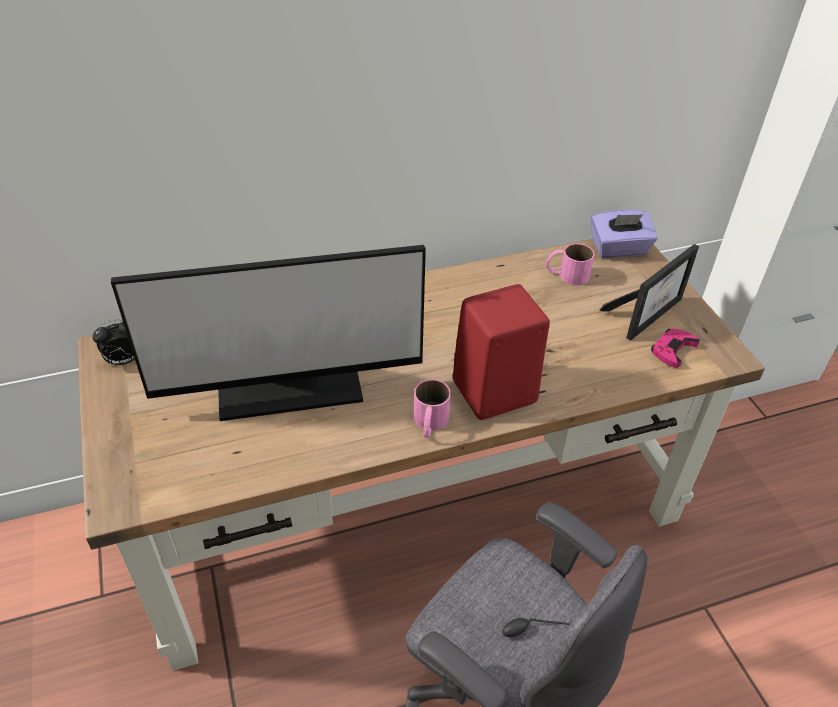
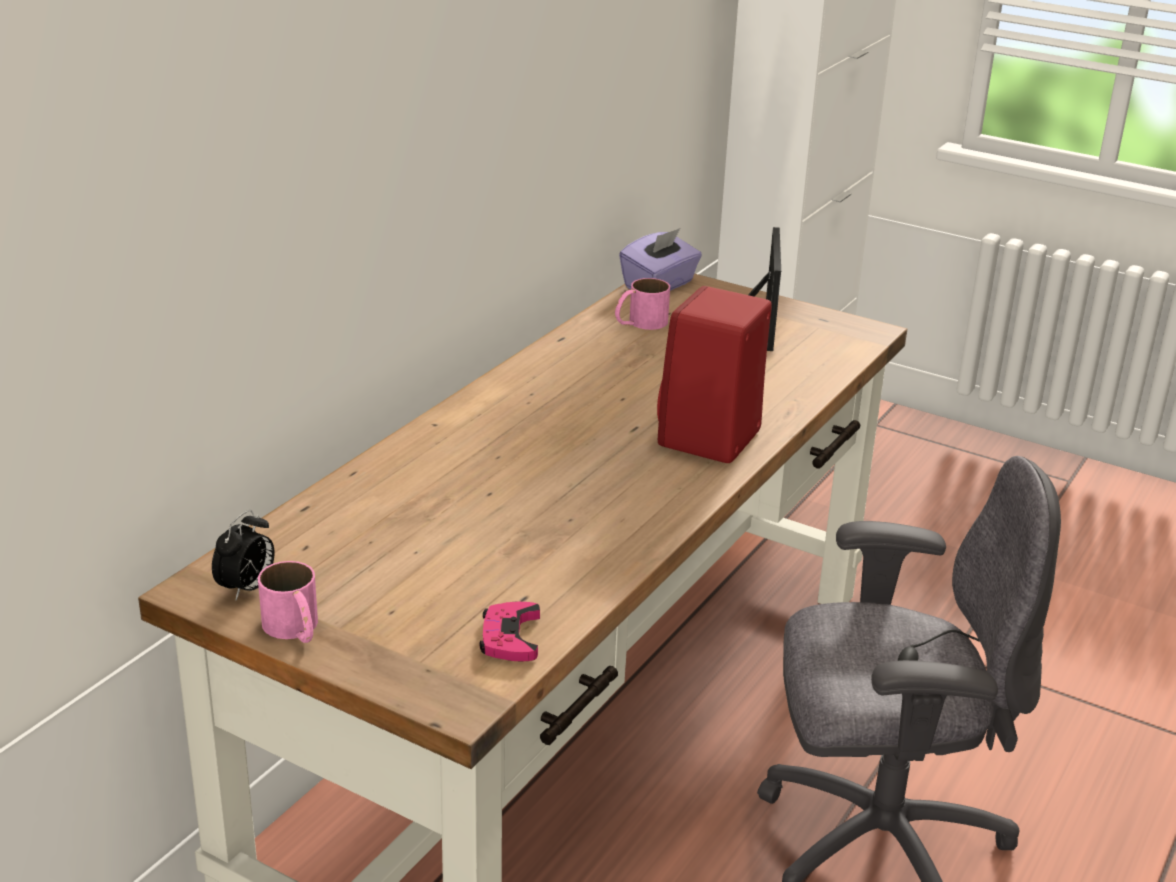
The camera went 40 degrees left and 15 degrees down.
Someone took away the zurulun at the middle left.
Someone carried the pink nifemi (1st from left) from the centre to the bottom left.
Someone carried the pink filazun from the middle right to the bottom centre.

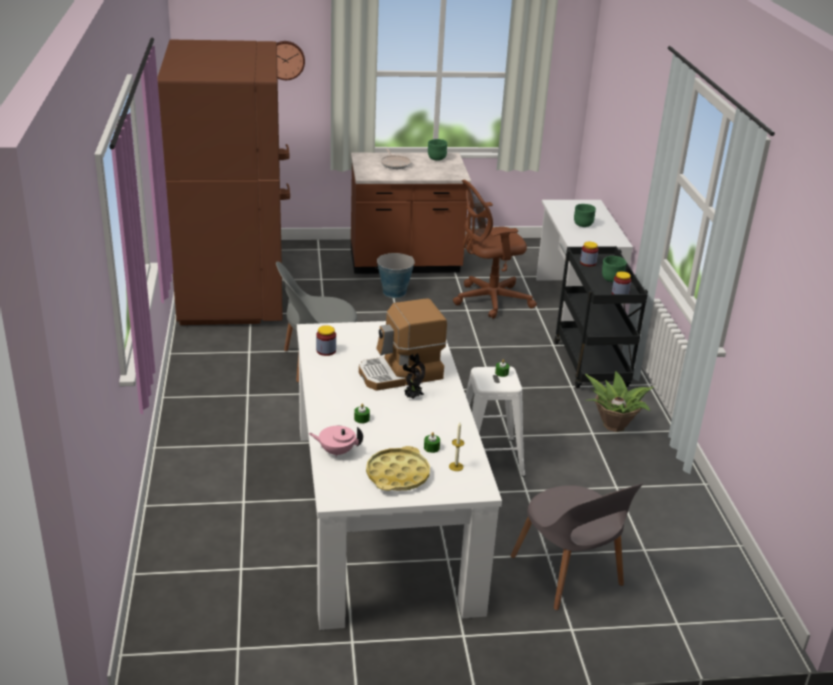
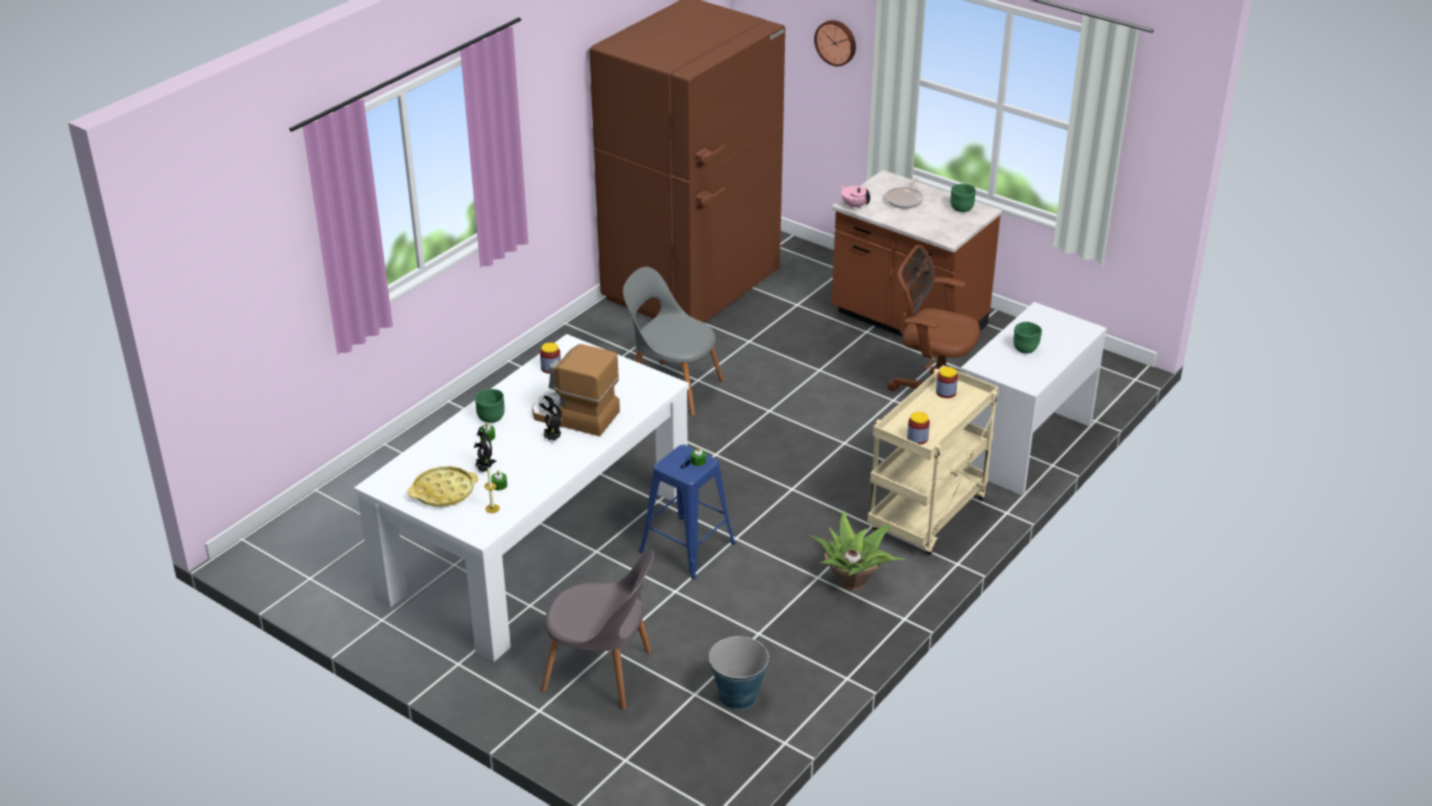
The camera went 45 degrees right and 5 degrees up.
Someone carried the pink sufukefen from the centre to the top centre.
Someone carried the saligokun from the centre to the bottom centre.
Someone repainted the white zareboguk at the centre, which became the blue zareboguk at the centre.
Someone rotated the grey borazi (2nd from left in the first image) at the bottom right by 90 degrees counterclockwise.
Someone repainted the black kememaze at the middle right, which became the beige kememaze at the centre.
Someone carried the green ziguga (3rd from left in the first image) from the middle right to the centre.
Someone put down the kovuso (1st from left) at the centre.

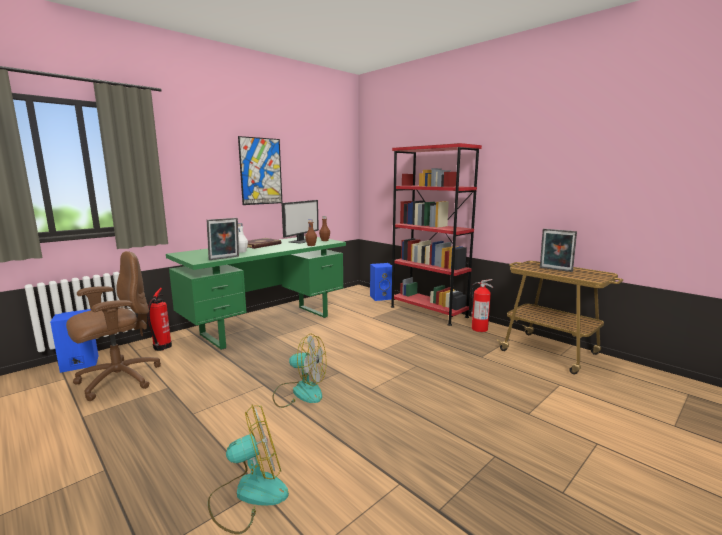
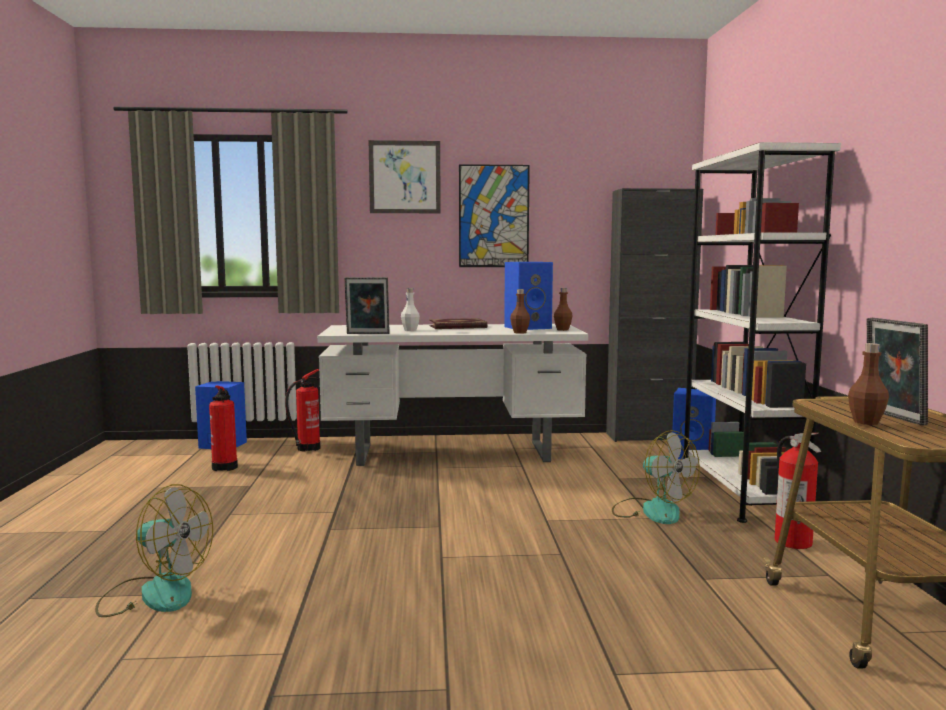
The camera went 40 degrees right and 5 degrees down.
Someone swapped the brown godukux at the middle left for the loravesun (1st from left) at the middle left.
Someone repainted the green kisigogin at the centre, which became the white kisigogin at the centre.
Someone carried the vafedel (2nd from left) from the bottom centre to the bottom right.
Someone swapped the zurulun at the centre for the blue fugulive (2nd from left) at the centre.
Someone repainted the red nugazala at the centre, which became the white nugazala at the middle right.
Someone put up the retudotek (1st from left) at the top centre.
Someone put down the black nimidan at the middle right.
Someone put down the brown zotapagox (3rd from left) at the middle right.

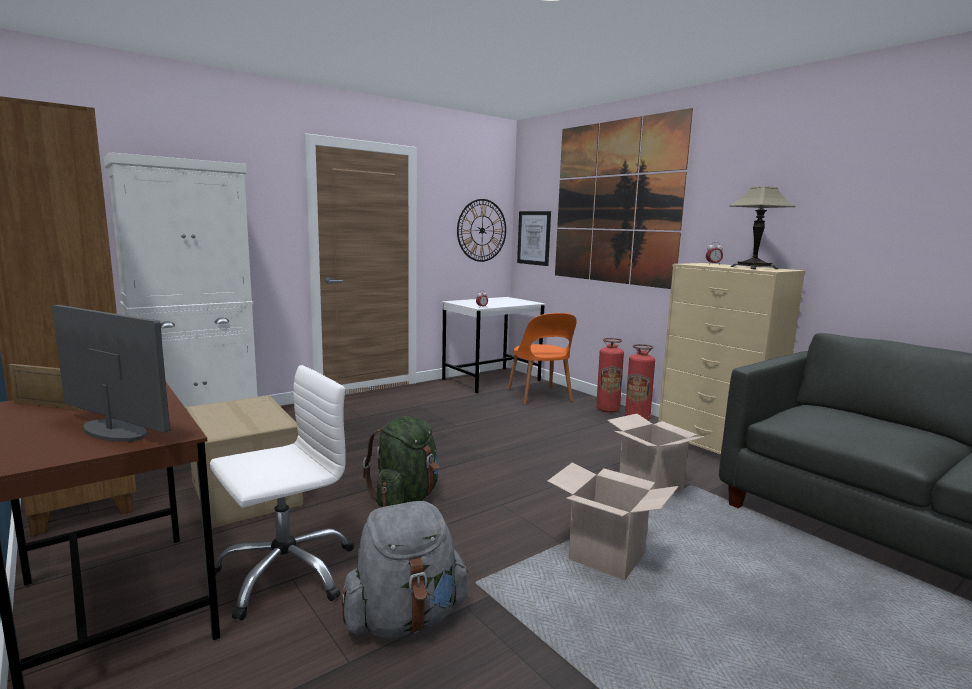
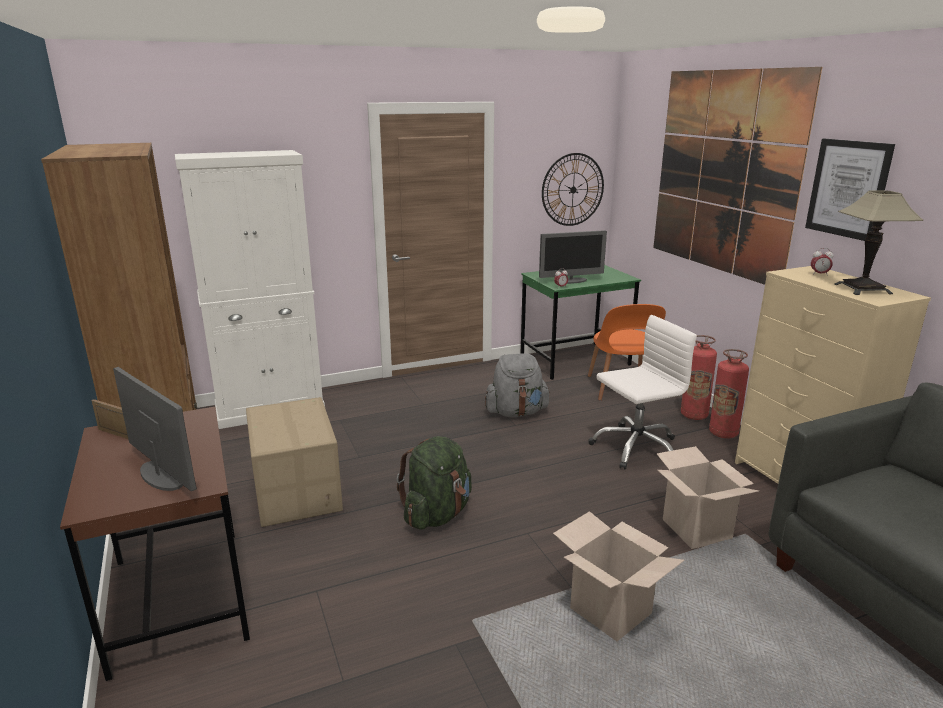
The camera went 15 degrees right and 10 degrees up.
Someone carried the white godukux from the bottom left to the middle right.
Someone carried the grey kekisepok from the bottom centre to the centre.
Someone repainted the white kisigogin at the centre, which became the green kisigogin at the centre.
Someone carried the retudotek (1st from left in the first image) from the centre to the top right.
Someone put down the zurulun (2nd from left) at the centre.

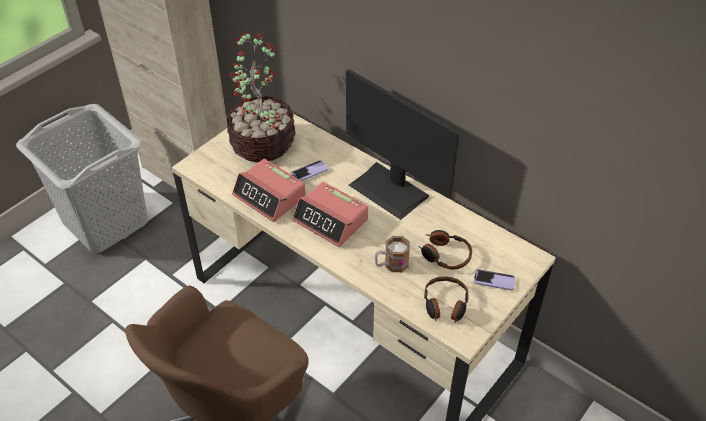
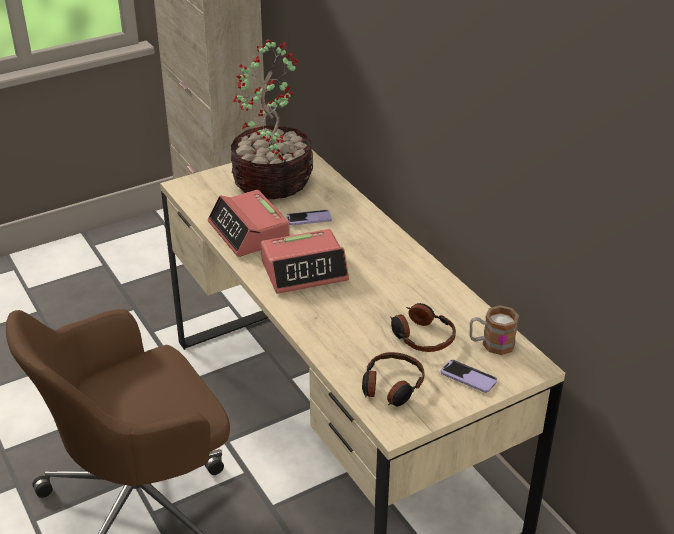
The camera went 20 degrees right and 10 degrees down.
Someone took away the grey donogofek at the middle left.
Someone rotated the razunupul (2nd from left) at the centre by 75 degrees counterclockwise.
Someone took away the zurulun at the centre.
Someone carried the nifemi from the centre to the middle right.

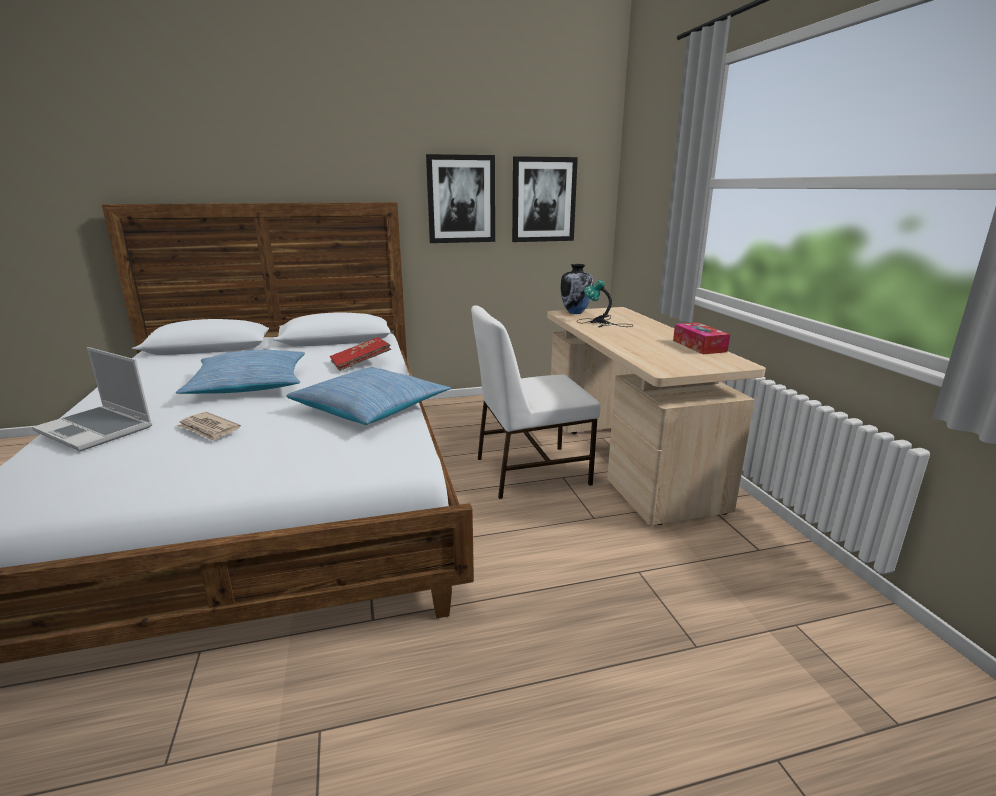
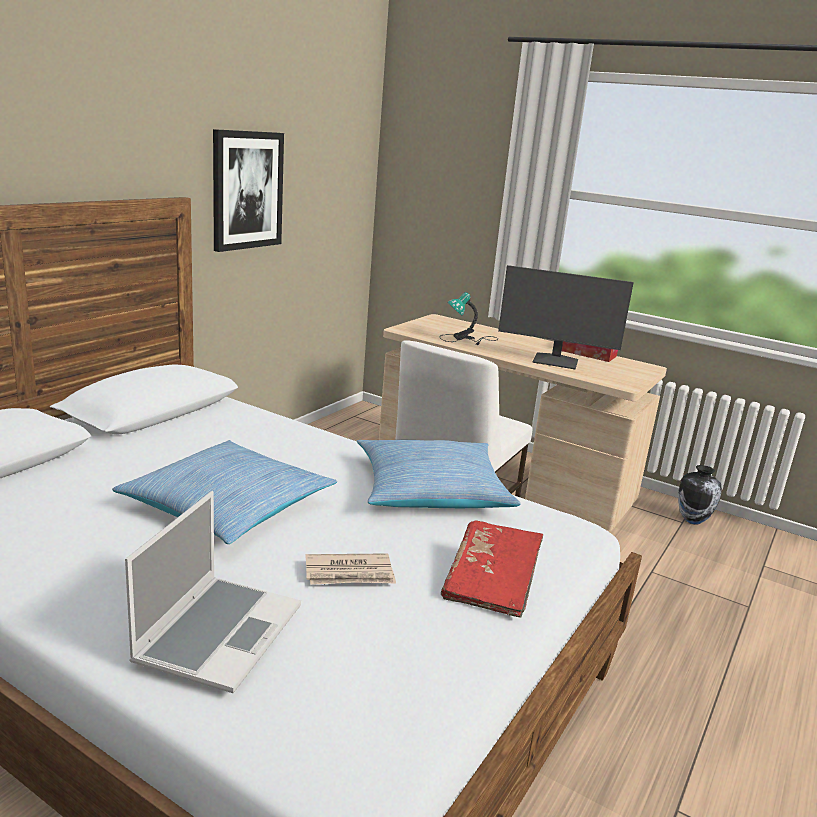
The camera went 45 degrees left and 0 degrees up.
Someone rotated the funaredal at the middle left by 60 degrees counterclockwise.
Someone carried the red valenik from the centre to the bottom centre.
Someone took away the retudotek (2nd from left) at the top centre.
Someone carried the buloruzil from the centre to the middle right.
Someone put down the zurulun at the middle right.

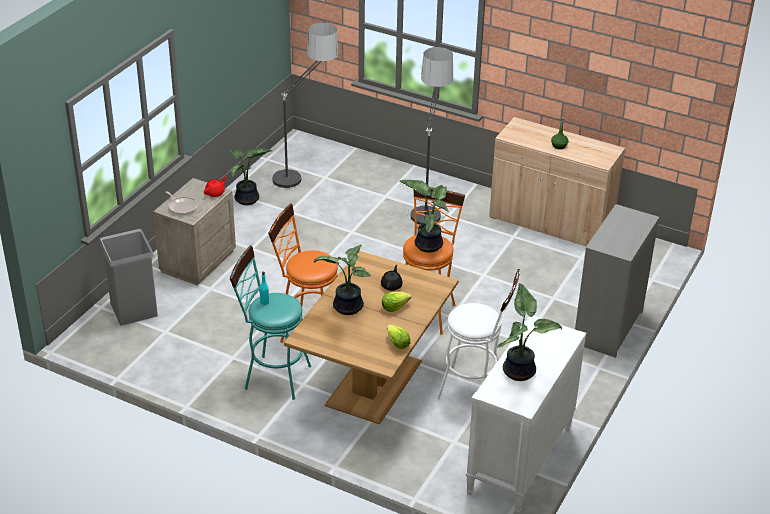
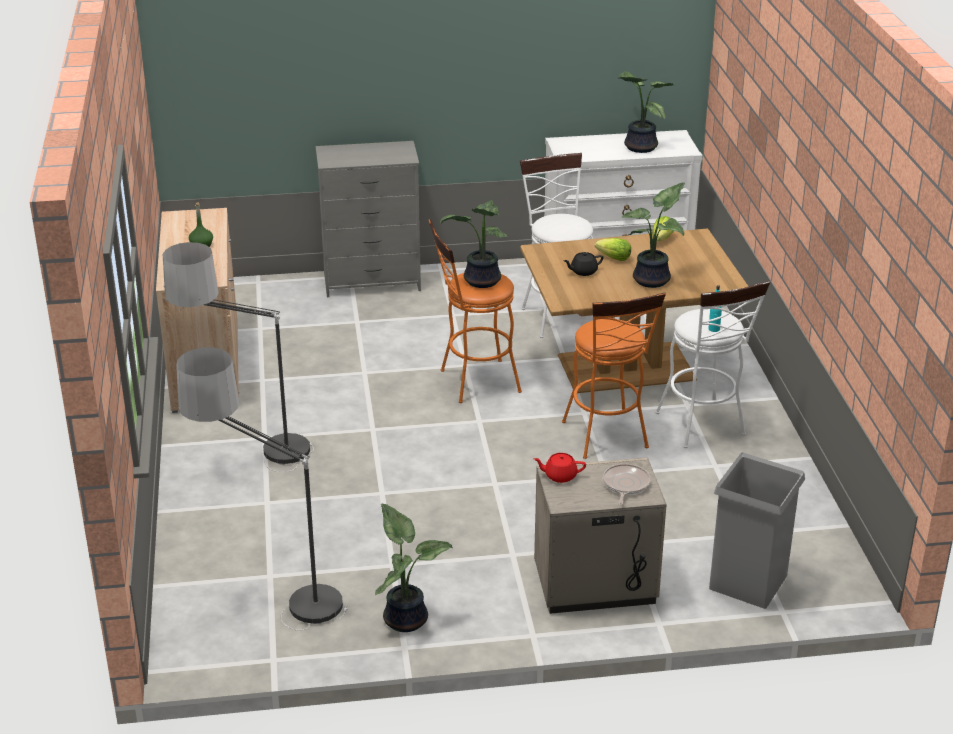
The camera went 125 degrees left and 5 degrees down.
Someone repainted the turquoise zareboguk at the centre, which became the white zareboguk (2nd from left) at the middle right.

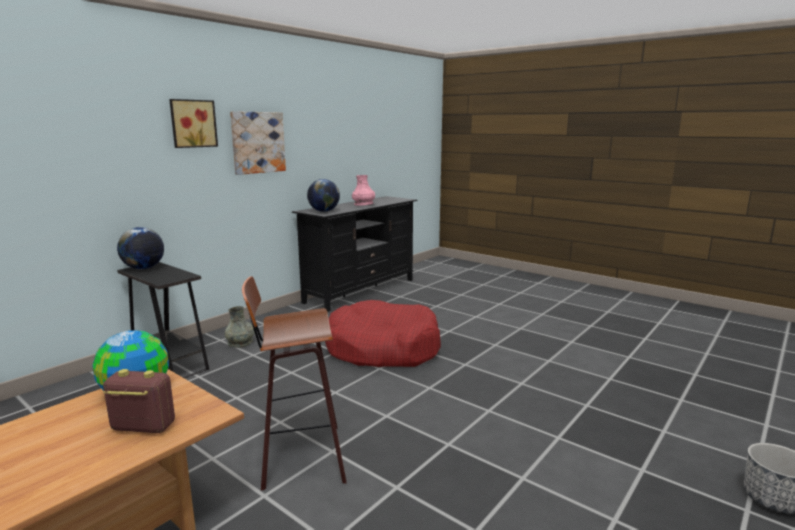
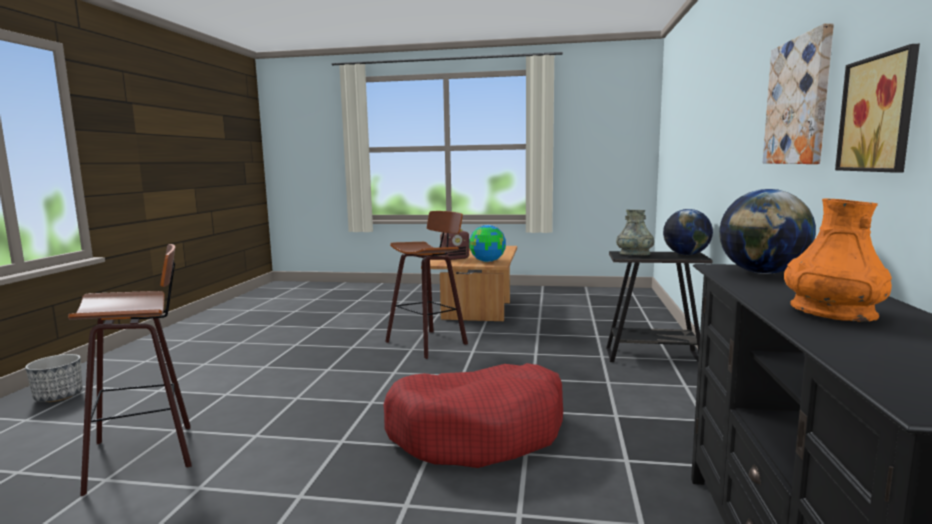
The camera went 150 degrees right and 5 degrees down.
Someone carried the retudotek (1st from left in the first image) from the top left to the top right.
Someone carried the grey buloruzil from the middle left to the middle right.
Someone repainted the pink buloruzil at the centre, which became the orange buloruzil at the middle right.
Someone put down the zareboguk (1st from left) at the bottom left.

